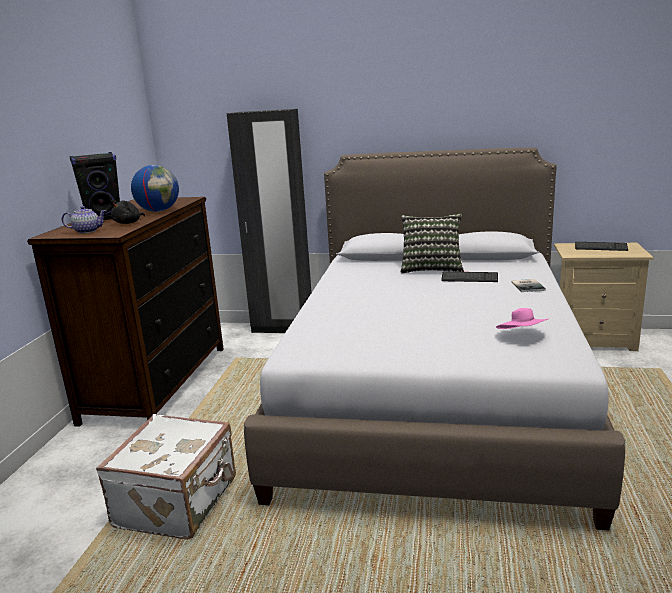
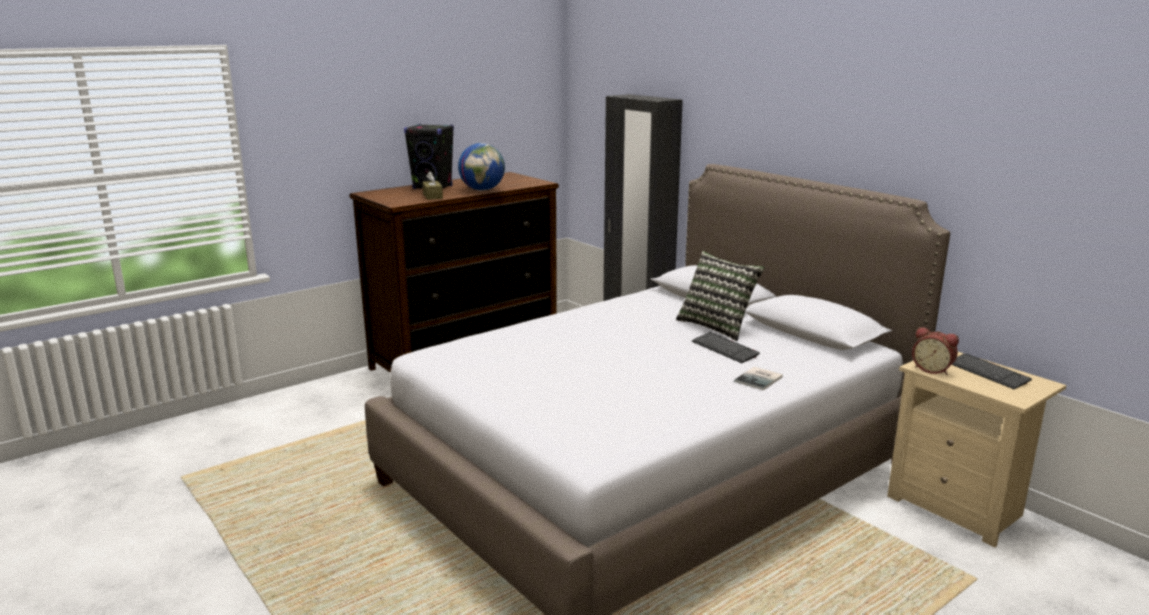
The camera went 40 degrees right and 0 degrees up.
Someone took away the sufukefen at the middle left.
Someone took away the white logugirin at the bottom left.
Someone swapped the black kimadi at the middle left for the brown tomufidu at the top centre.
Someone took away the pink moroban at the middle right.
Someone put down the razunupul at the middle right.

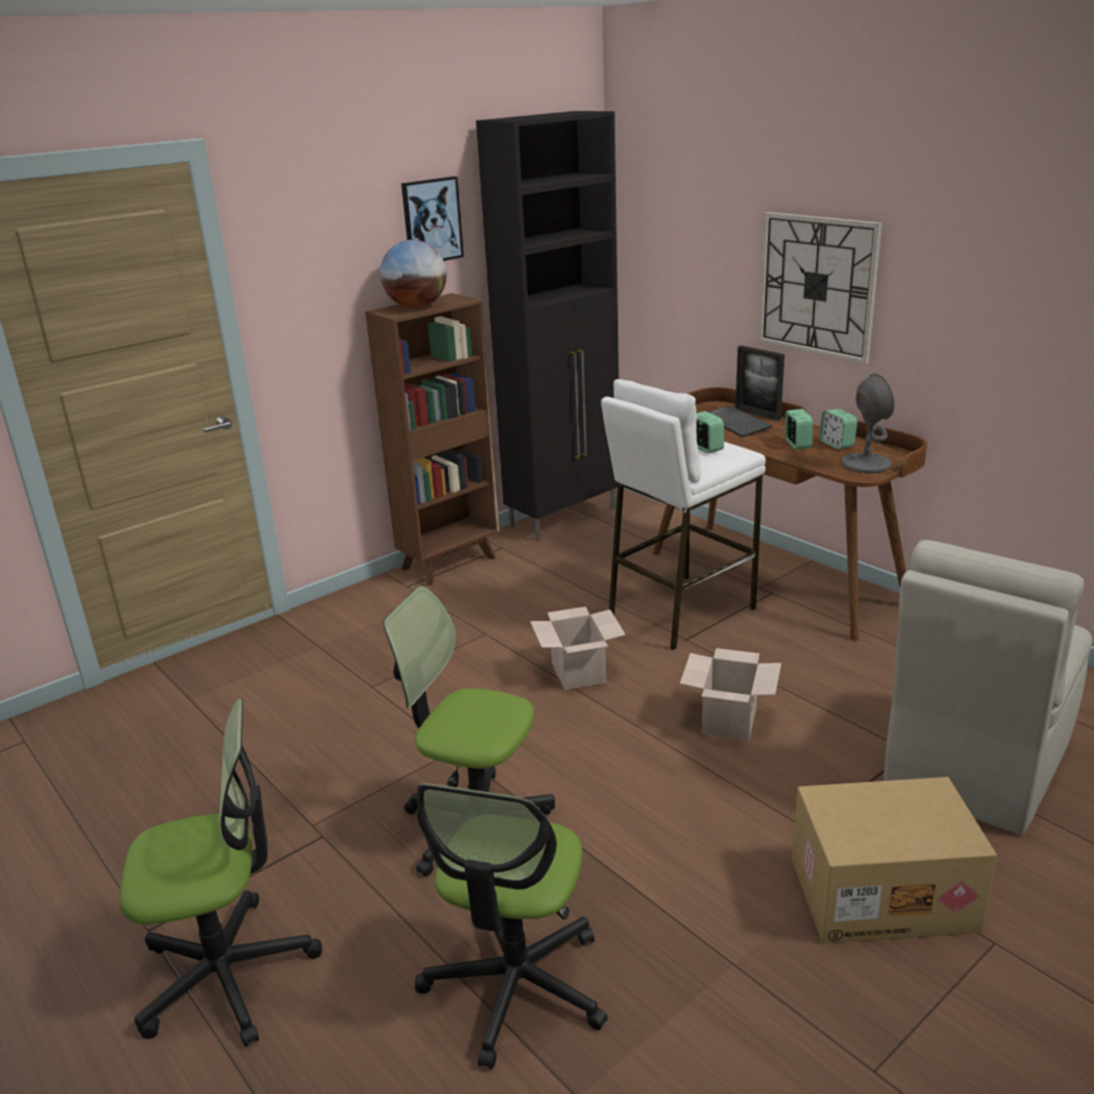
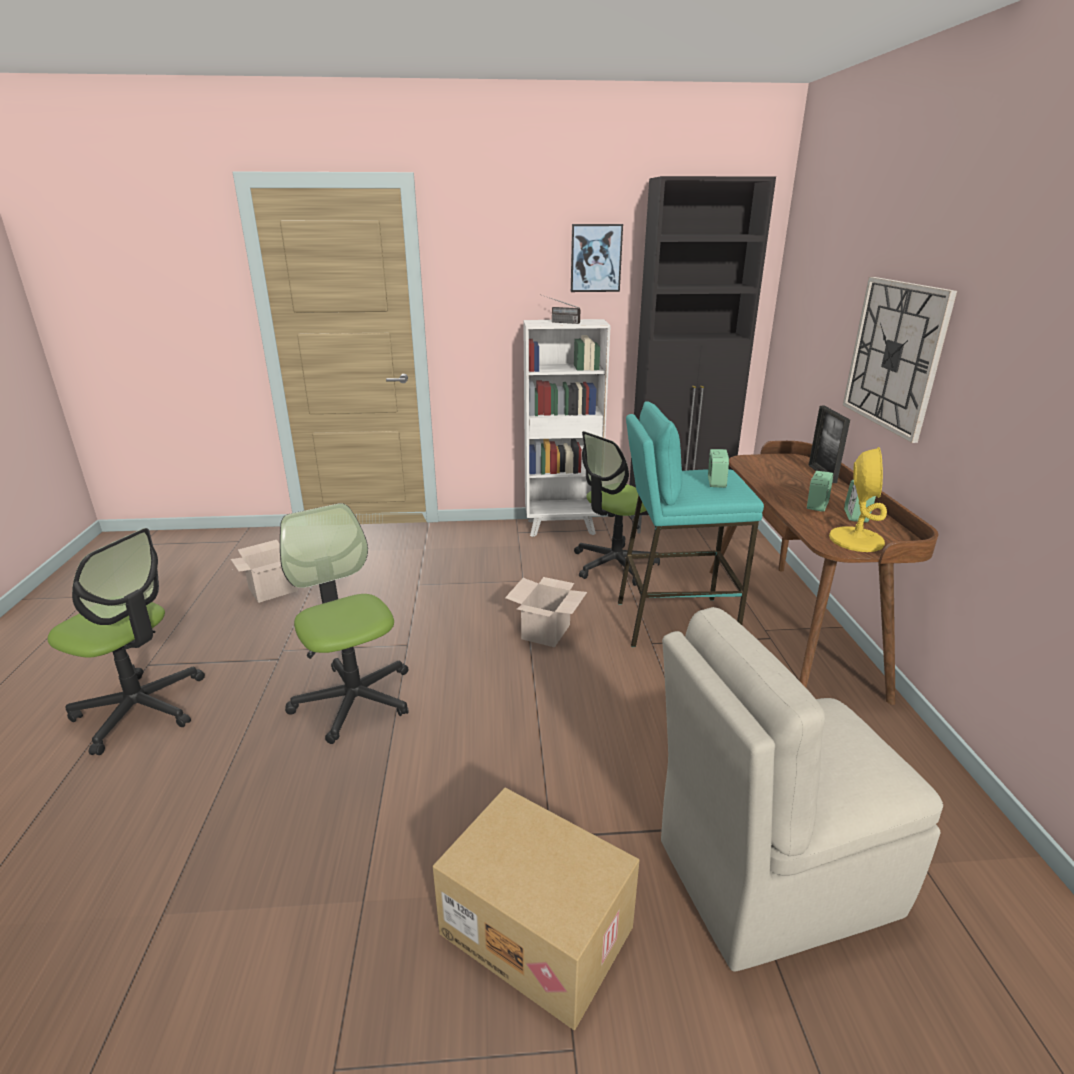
The camera went 35 degrees right and 0 degrees up.
Someone repainted the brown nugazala at the centre, which became the white nugazala at the centre.
Someone swapped the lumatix at the top centre for the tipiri at the top centre.
Someone carried the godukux (3rd from left) from the bottom centre to the centre.
Someone repainted the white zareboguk at the centre, which became the turquoise zareboguk at the centre.
Someone carried the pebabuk (2nd from left in the first image) from the middle right to the middle left.
Someone took away the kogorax at the middle right.
Someone repainted the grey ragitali at the middle right, which became the yellow ragitali at the middle right.

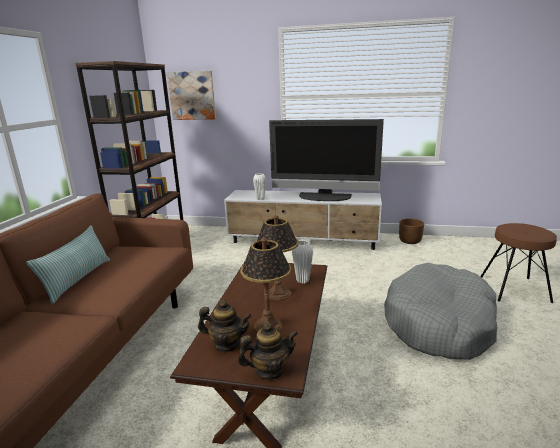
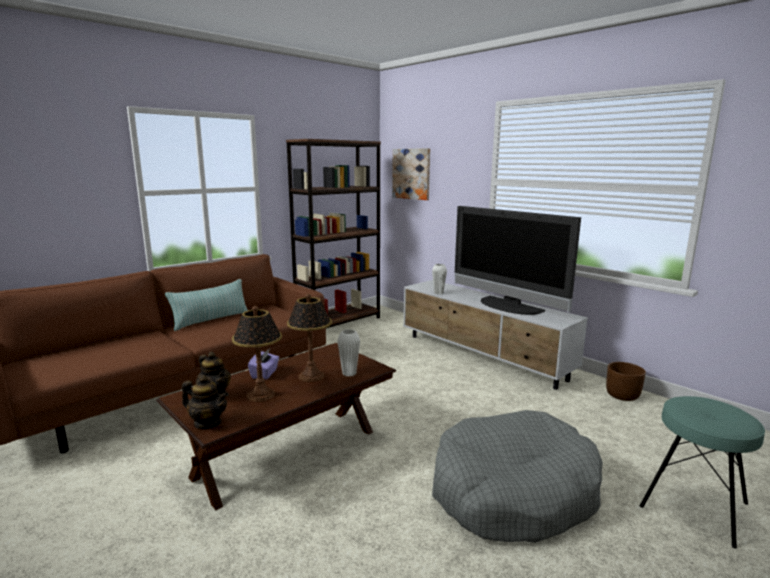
The camera went 35 degrees right and 5 degrees down.
Someone repainted the brown zareboguk at the middle right, which became the turquoise zareboguk at the bottom right.
Someone put down the purple tomufidu at the centre.

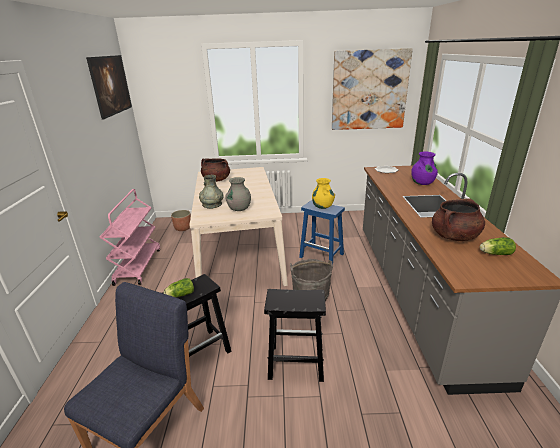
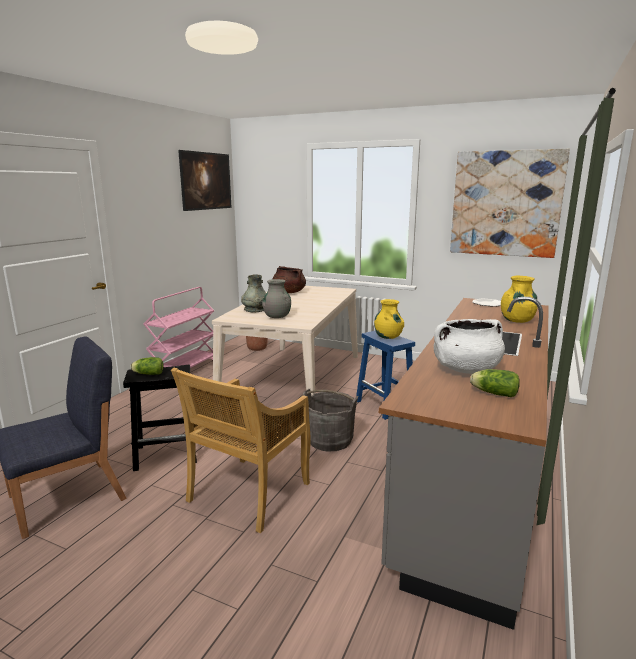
The camera went 25 degrees right and 10 degrees down.
Someone swapped the black zareboguk (2nd from left) at the bottom centre for the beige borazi at the bottom centre.
Someone repainted the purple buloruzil at the middle right, which became the yellow buloruzil (2nd from left) at the middle right.
Someone repainted the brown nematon (2nd from left) at the middle right, which became the white nematon at the middle right.

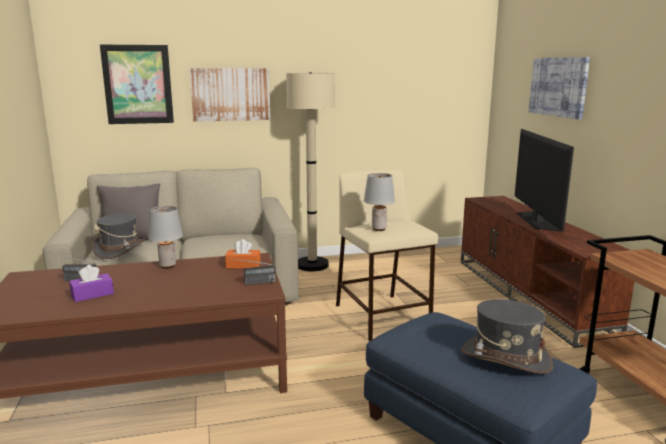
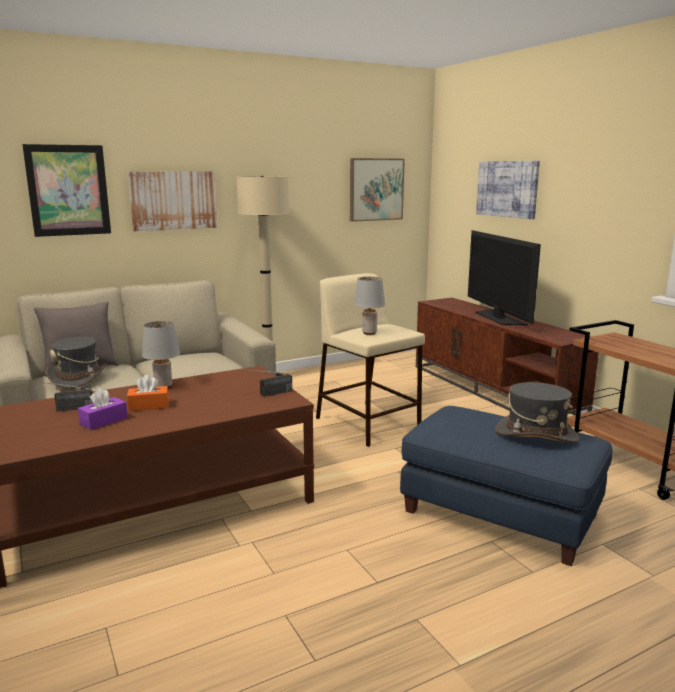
The camera went 15 degrees left and 0 degrees up.
Someone carried the orange tomufidu from the centre to the middle left.
Someone put up the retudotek (3rd from left) at the top centre.

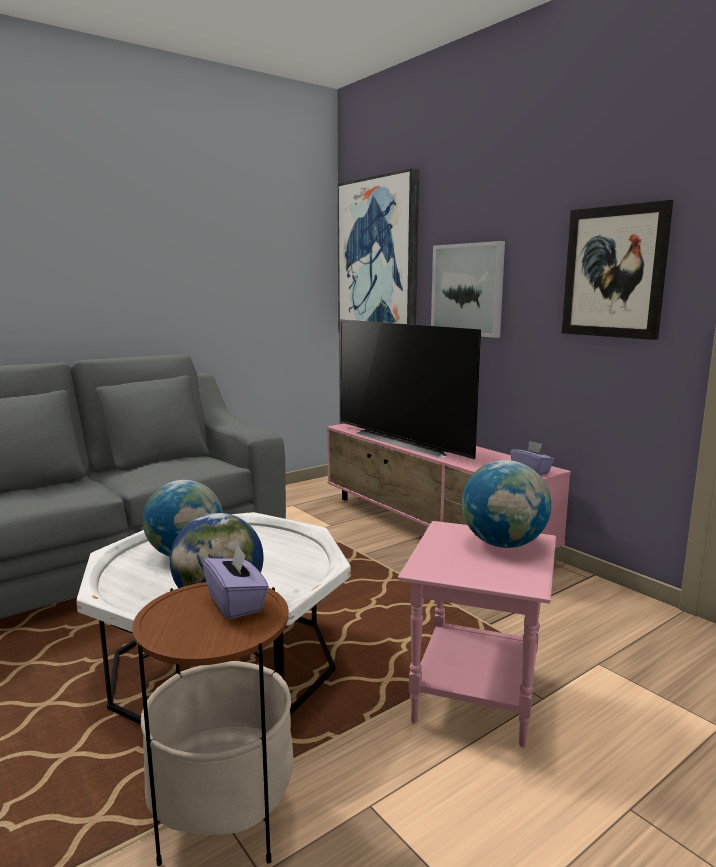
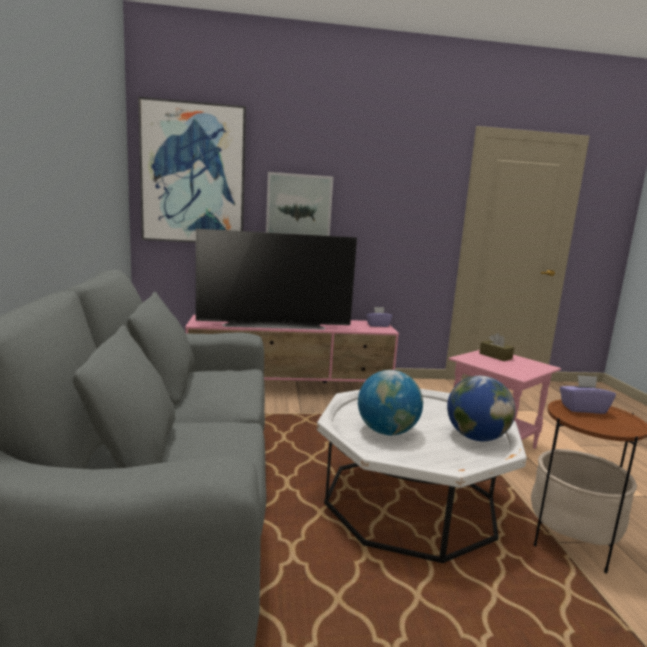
The camera went 60 degrees left and 0 degrees up.
Someone swapped the lumatix (3rd from left) at the middle right for the brown tomufidu at the middle right.
Someone took away the retudotek (3rd from left) at the top right.

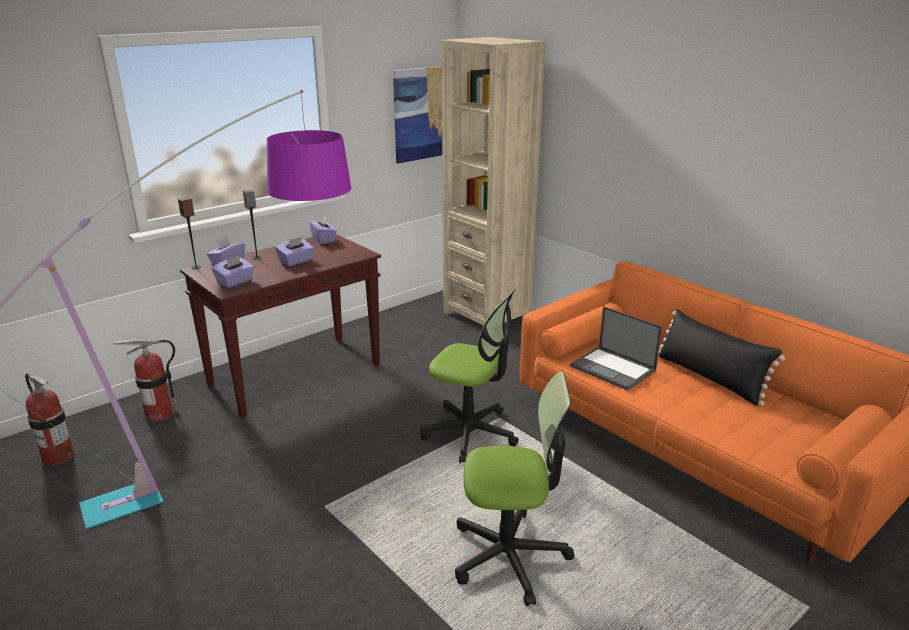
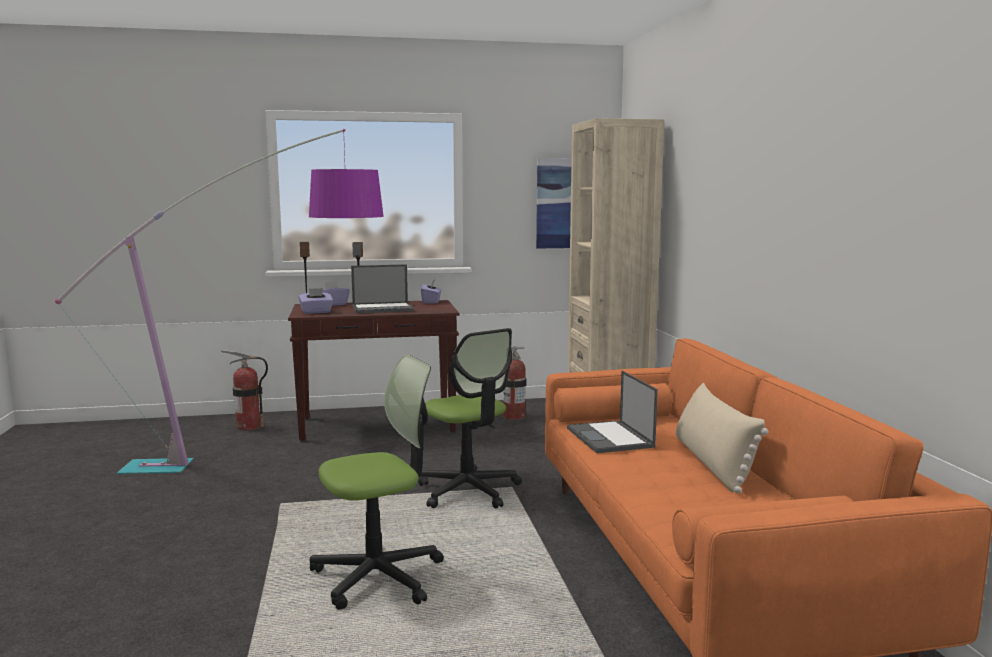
The camera went 30 degrees right and 15 degrees down.
Someone carried the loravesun (1st from left in the first image) from the middle left to the centre.
Someone swapped the purple tomufidu (3rd from left) at the middle left for the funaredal (1st from left) at the centre.
Someone rotated the godukux (2nd from left in the first image) at the bottom centre by 60 degrees counterclockwise.
Someone repainted the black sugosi at the middle right, which became the beige sugosi at the bottom right.

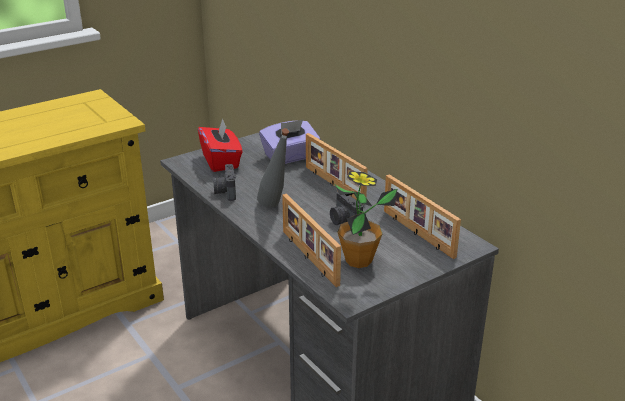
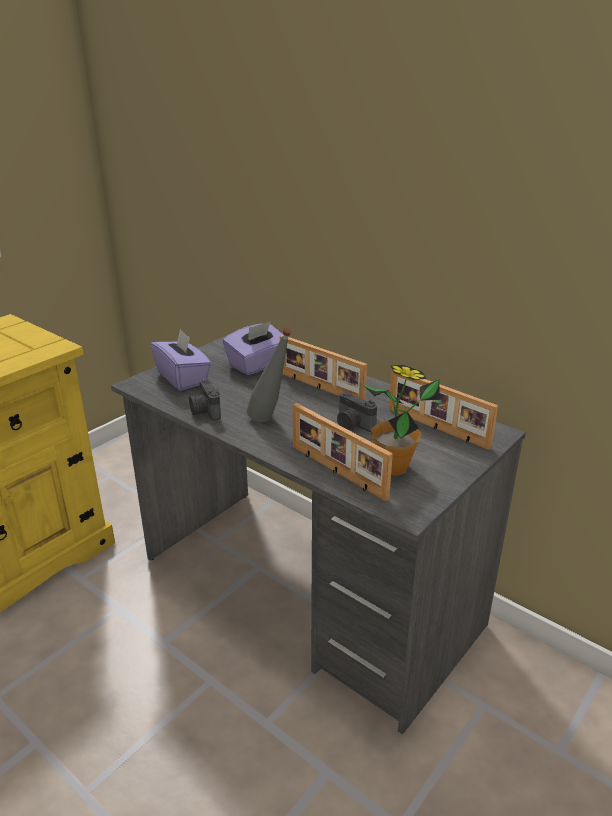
The camera went 15 degrees left and 0 degrees up.
Someone repainted the red tomufidu at the centre, which became the purple tomufidu (1st from left) at the middle left.

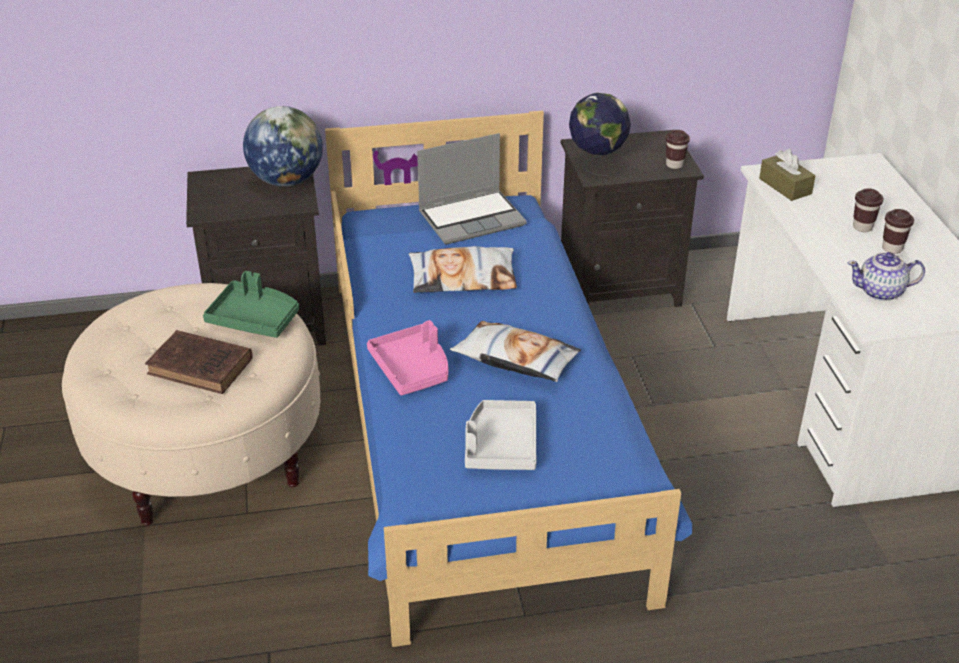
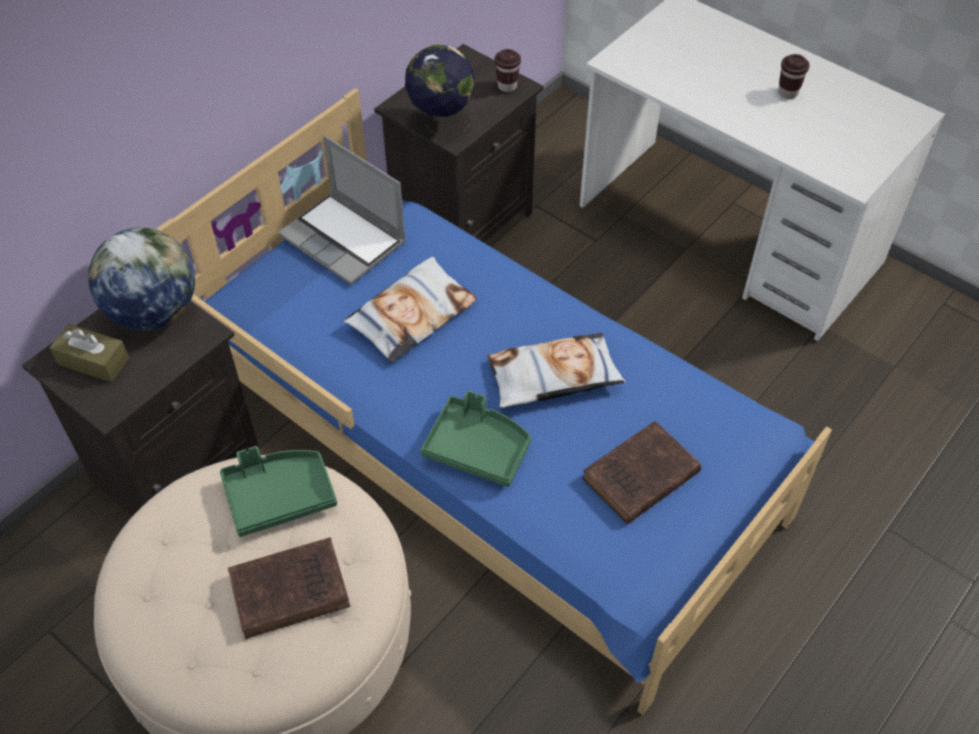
The camera went 40 degrees left and 15 degrees up.
Someone repainted the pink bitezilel at the centre, which became the green bitezilel (2nd from left) at the centre.
Someone rotated the funaredal at the top centre by 105 degrees clockwise.
Someone swapped the grey bitezilel at the centre for the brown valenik (2nd from left) at the centre.
Someone carried the brown tomufidu from the top right to the middle left.
Someone took away the sufukefen at the middle right.
Someone took away the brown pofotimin (2nd from left) at the top right.

